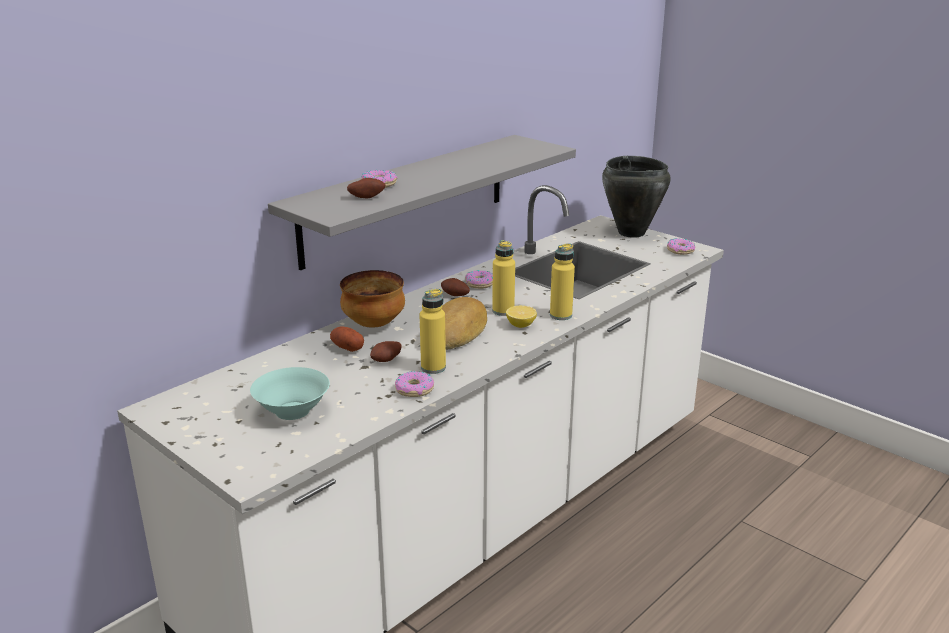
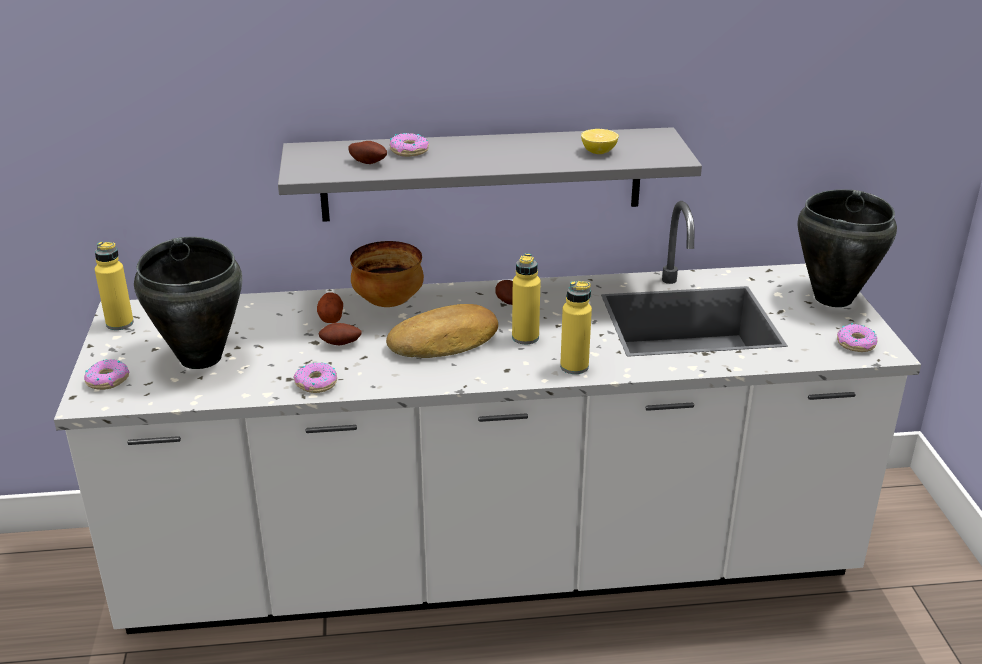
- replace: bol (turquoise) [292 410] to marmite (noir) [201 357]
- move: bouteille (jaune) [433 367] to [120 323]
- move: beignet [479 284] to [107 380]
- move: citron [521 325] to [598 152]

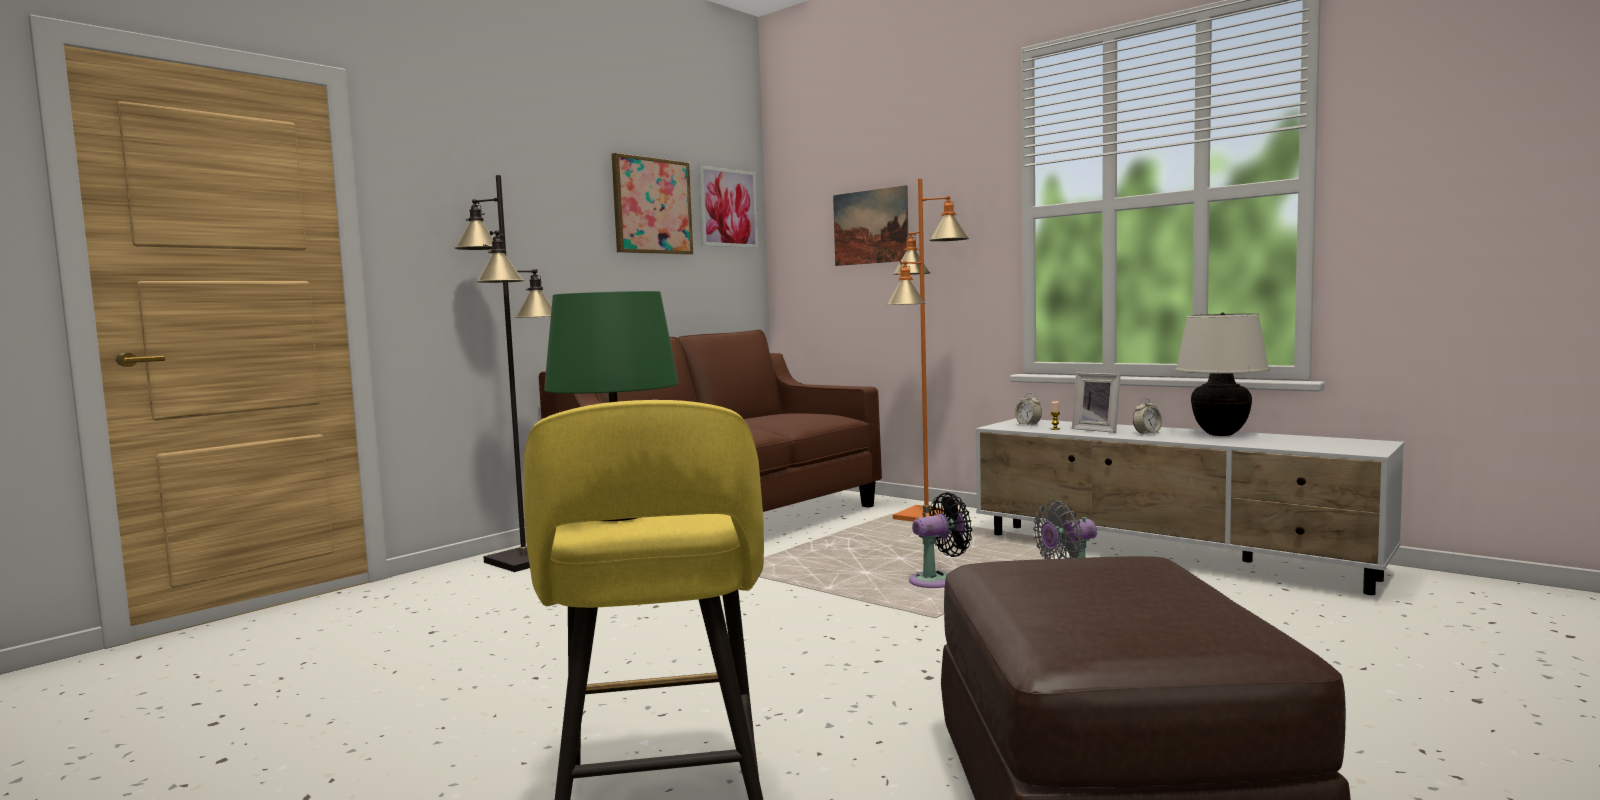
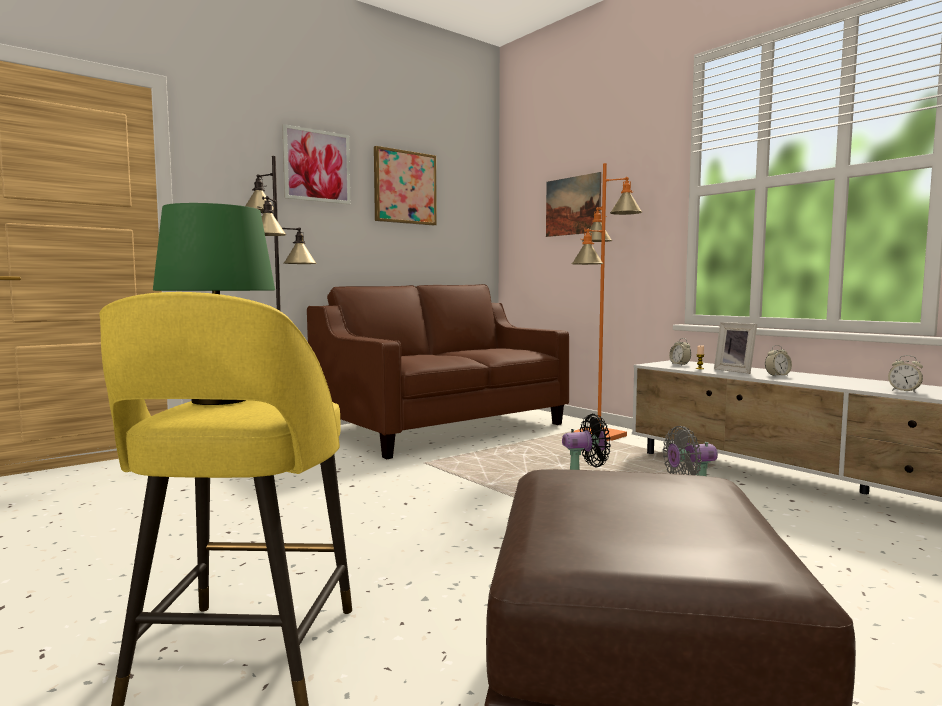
- move: tableau [727 208] to [316 166]
- delete: lampe de table (beige) [1220 434]
- insert: réveil [904 391]

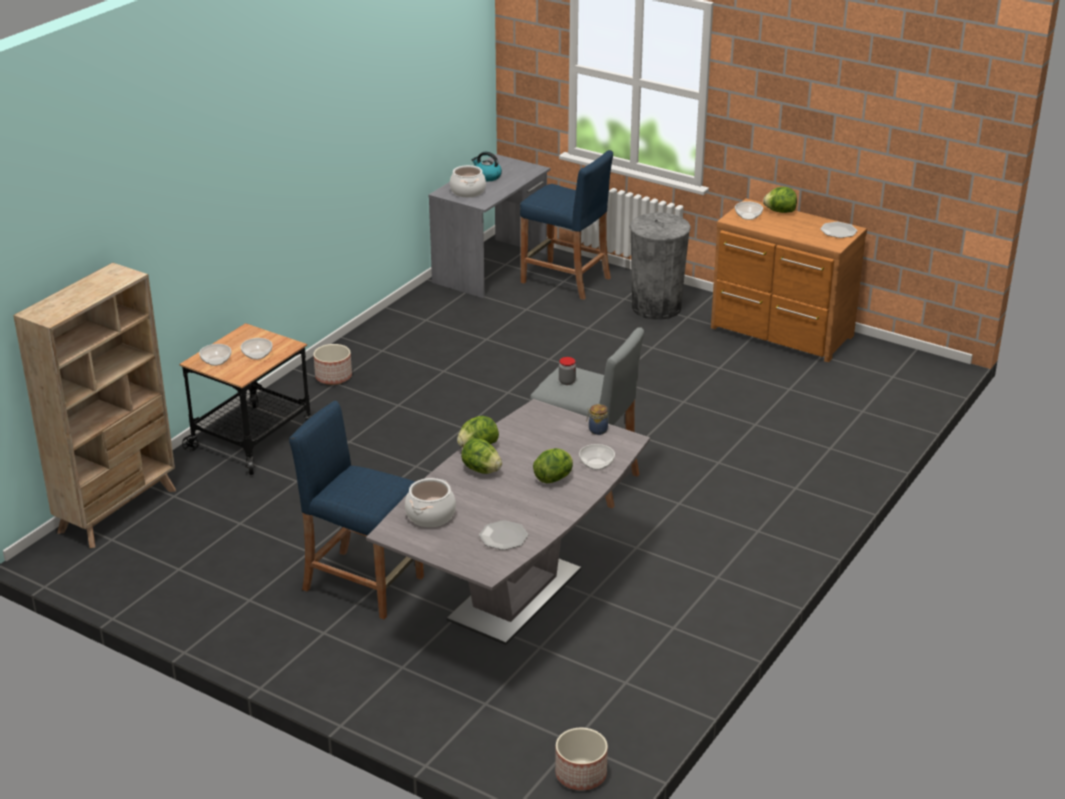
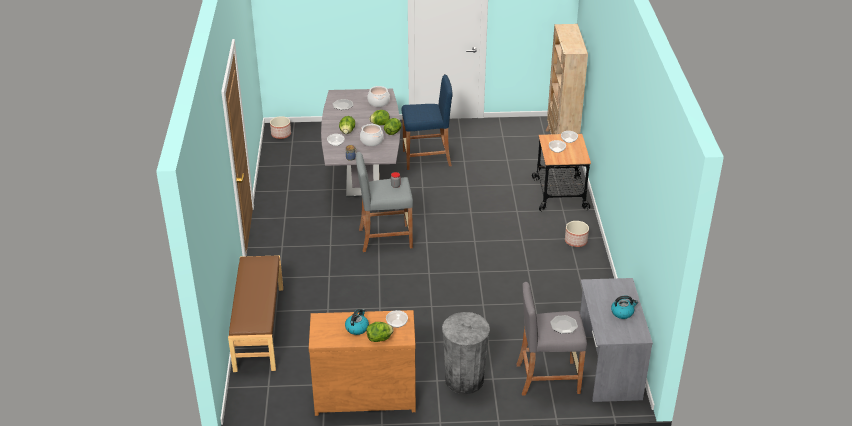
- move: marmite [468 191] to [371 141]
- recolor: tabouret (bleu) [565 280] to tabouret (gris) [547 378]
- move: assiette [838 231] to [564 325]
- insert: banc (marron) [258 328]
- insert: bouilloire [357 328]

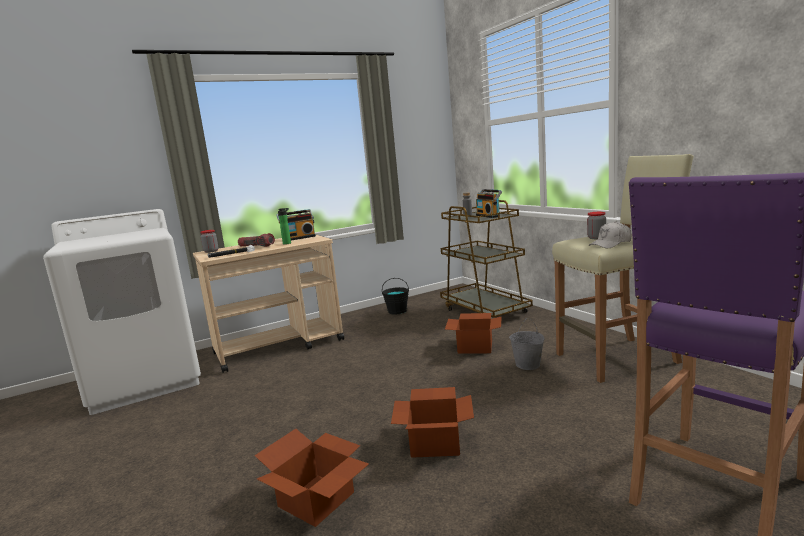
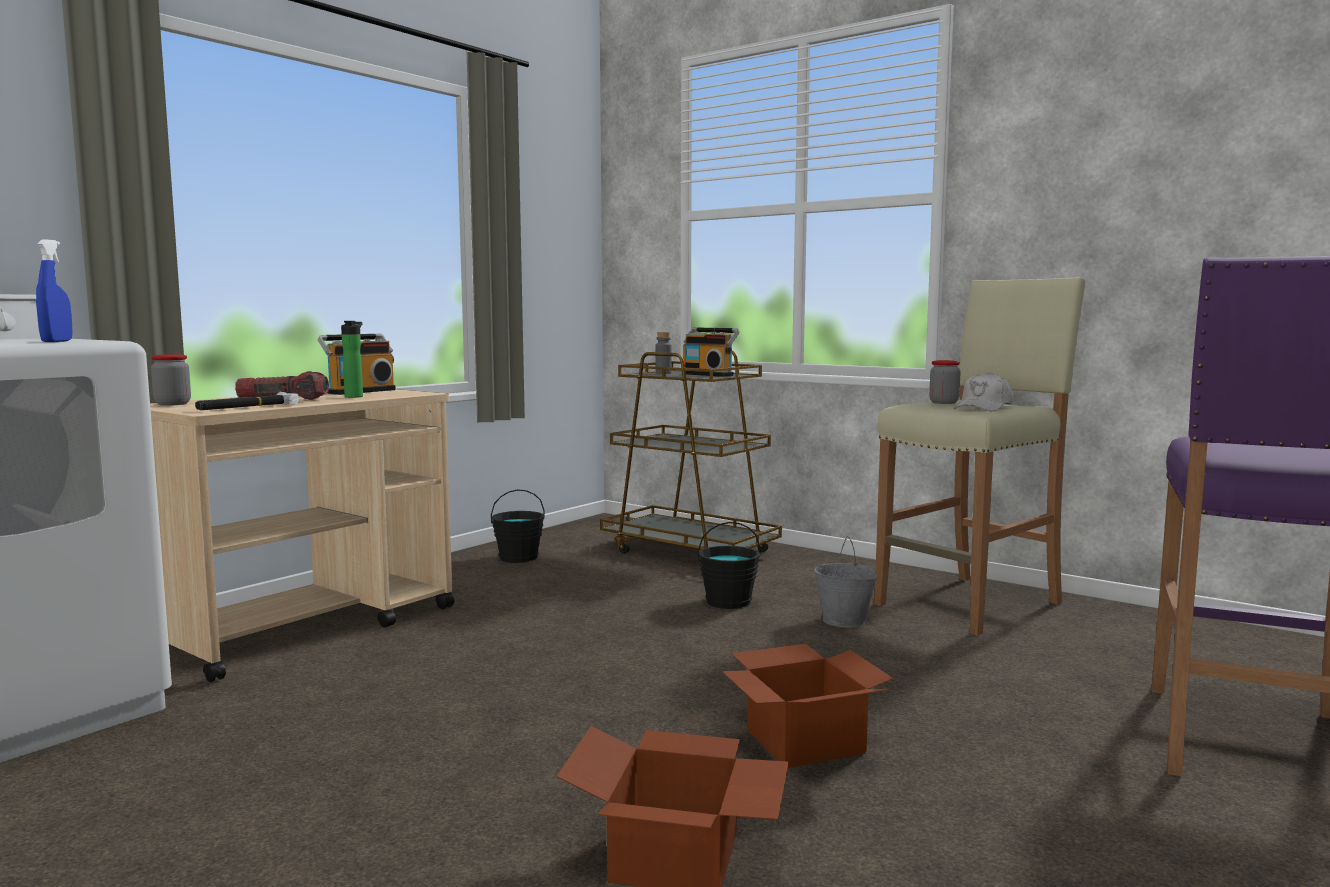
- replace: carton [476 346] to seau (noir) [728 602]
- insert: vaporisateur (bleu) [57 341]

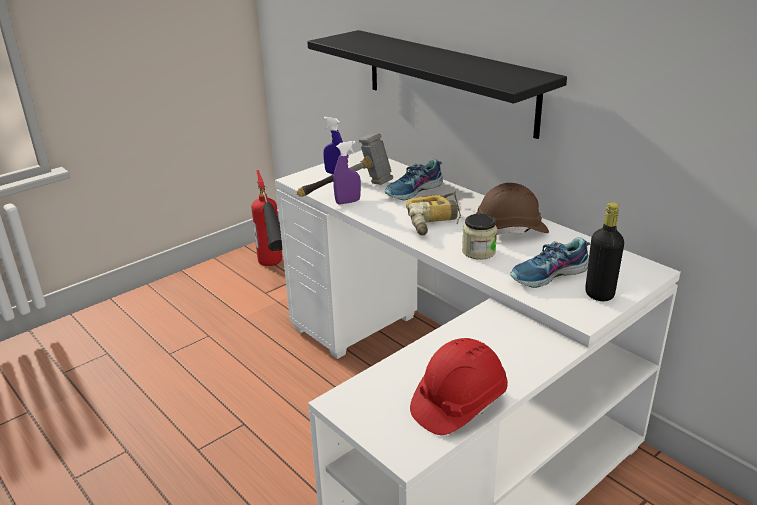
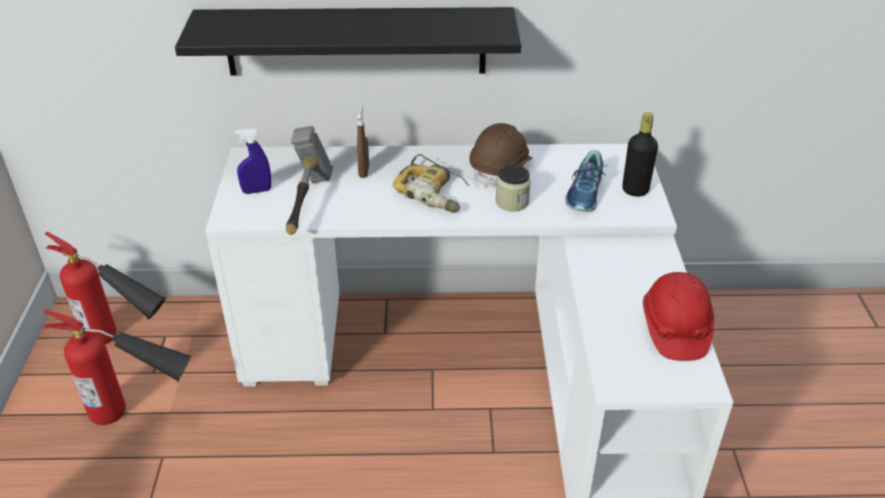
- delete: vaporisateur (violet) [348 202]
- replace: chaussure [414 191] to vaporisateur (marron) [364 171]
- insert: extincteur [140 414]

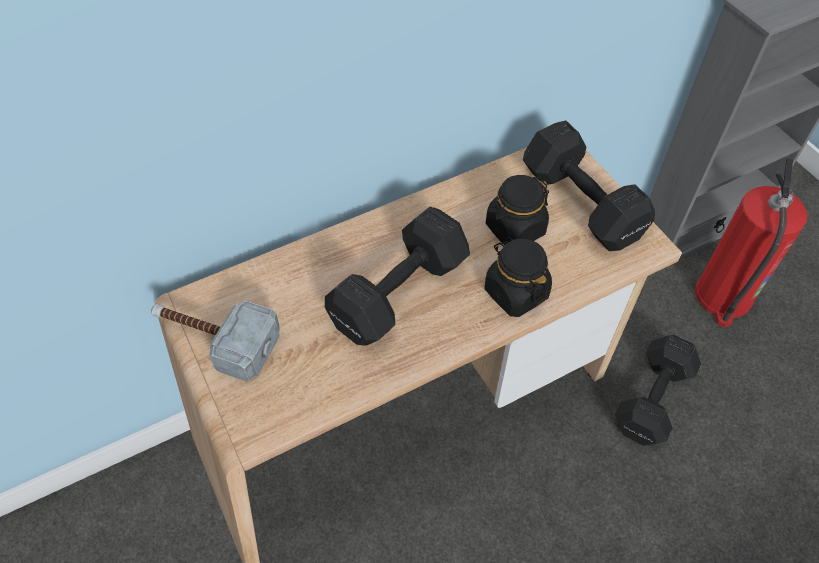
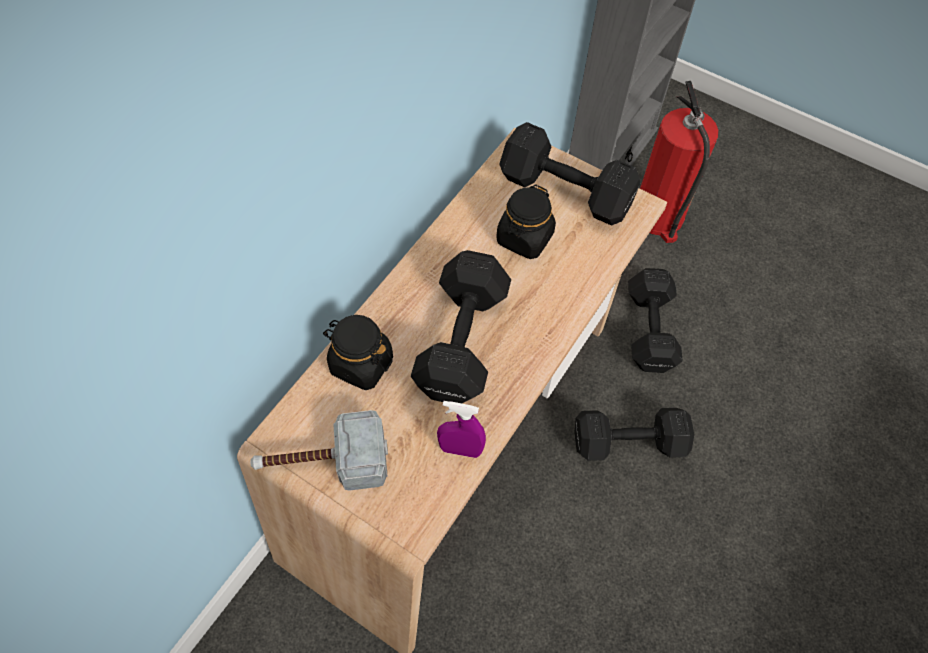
- move: bocal (noir) [515 292] to [361 364]
- insert: vaporisateur (violet) [460 449]
- insert: haltère (noir) [631 443]

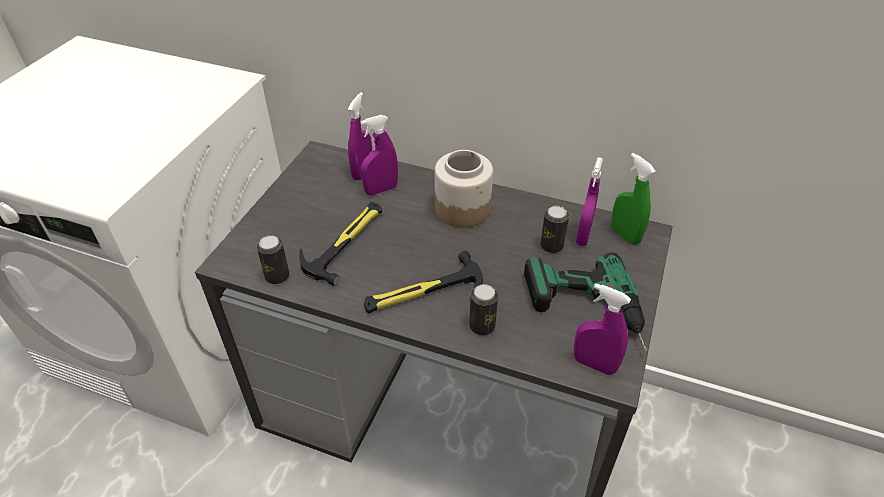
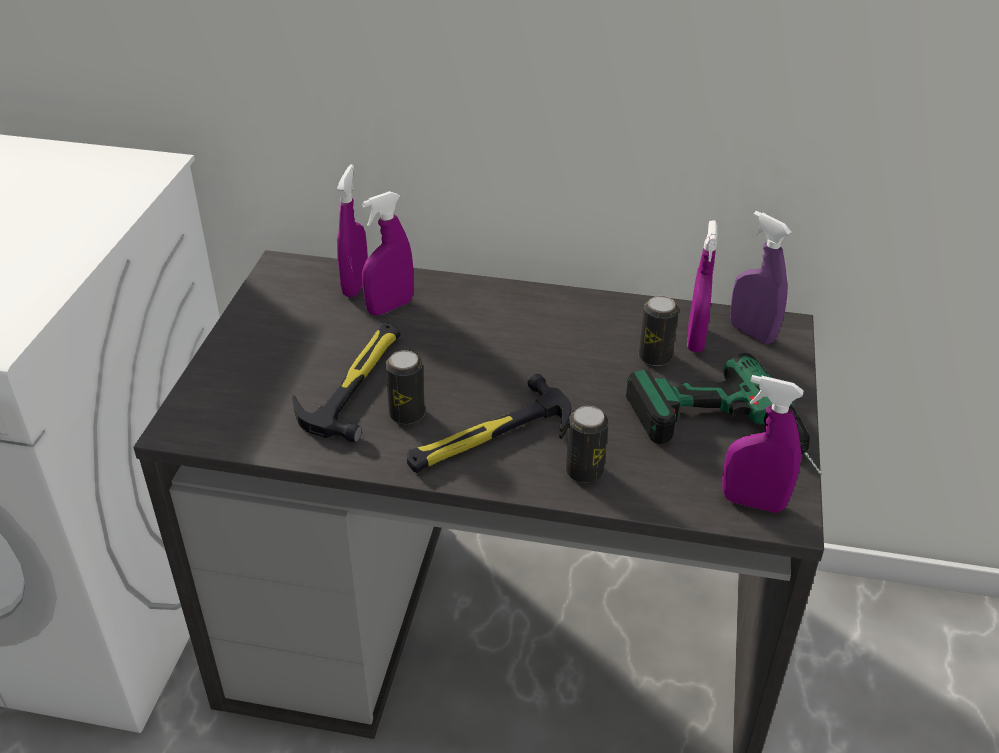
- move: boîte métallique [277 276] to [407 414]
- delete: bocal [463 209]
- recolor: vaporisateur (vert) [624 235] to vaporisateur (violet) [752 333]

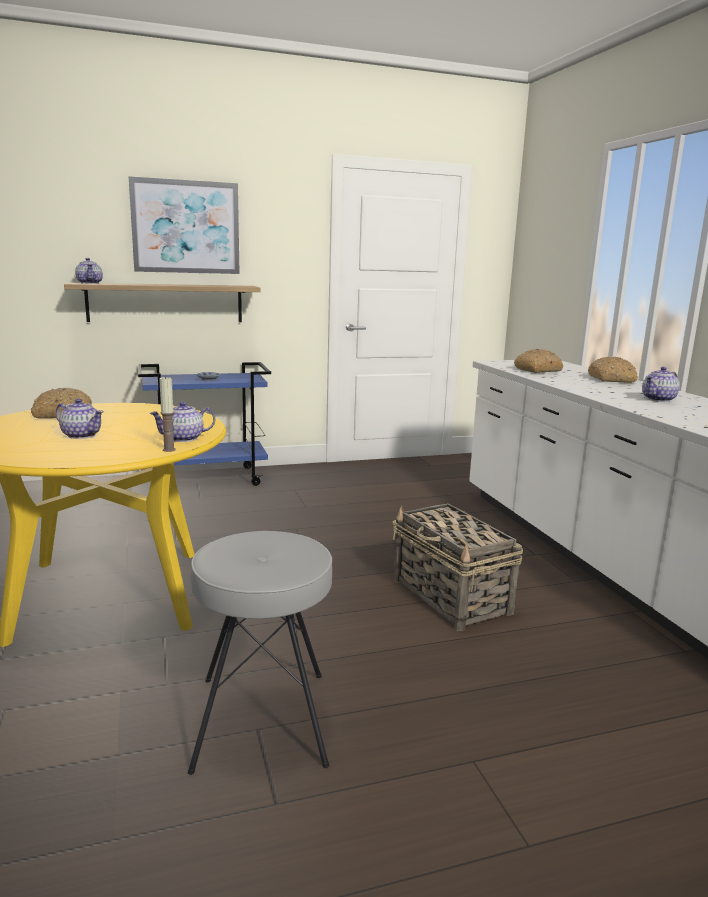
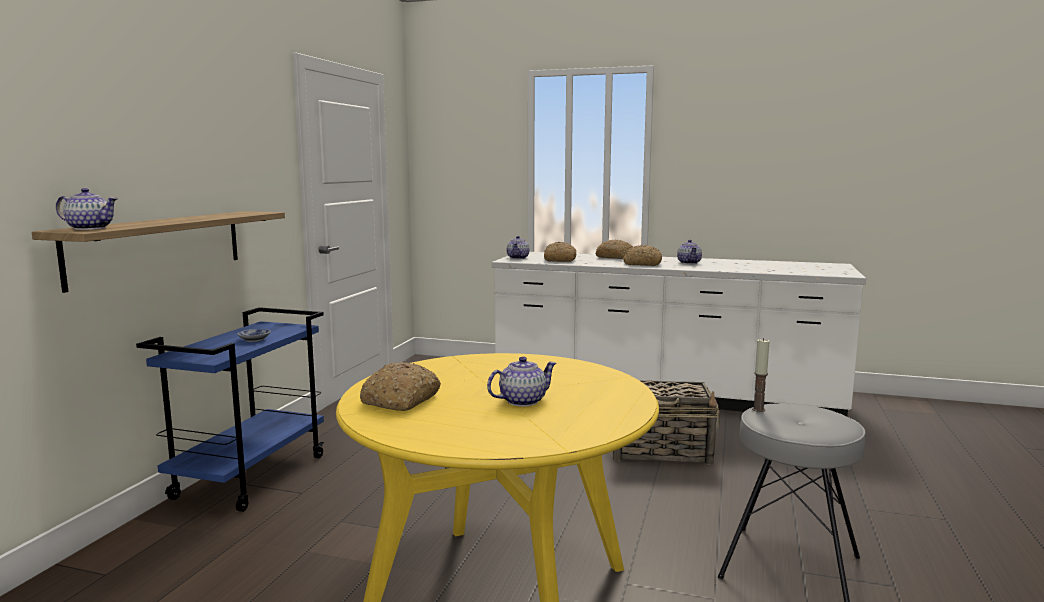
- delete: tableau [186 227]
- move: théière [184 438] to [518 258]
- move: bougie [169 450] to [758 409]
- insert: pain [642 264]

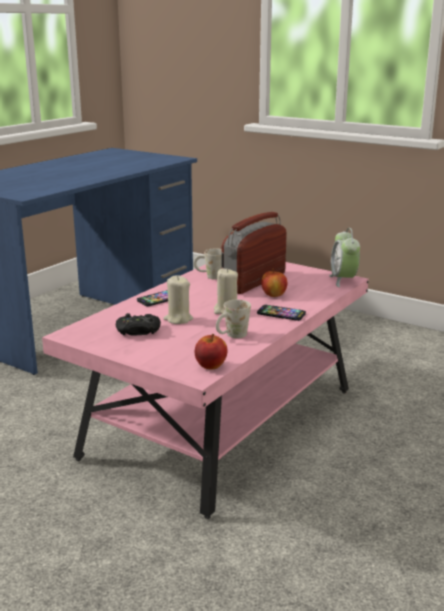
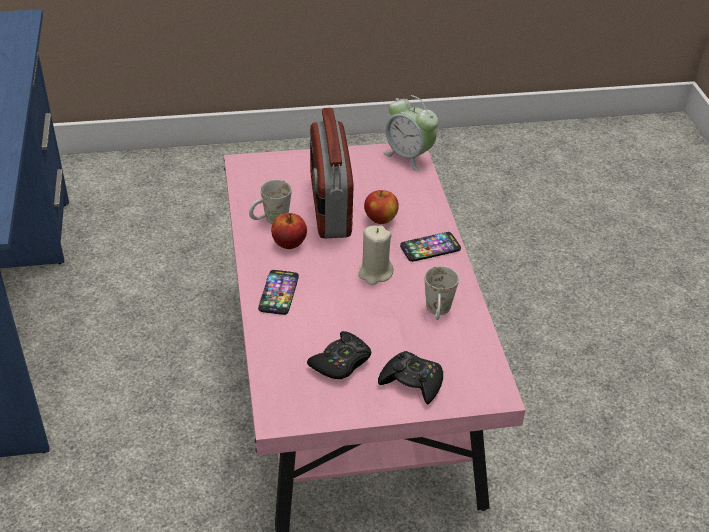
- delete: bougie (beige) [178 319]
- move: pomme [211 366] to [289 243]
- insert: manette (noir) [412 382]

